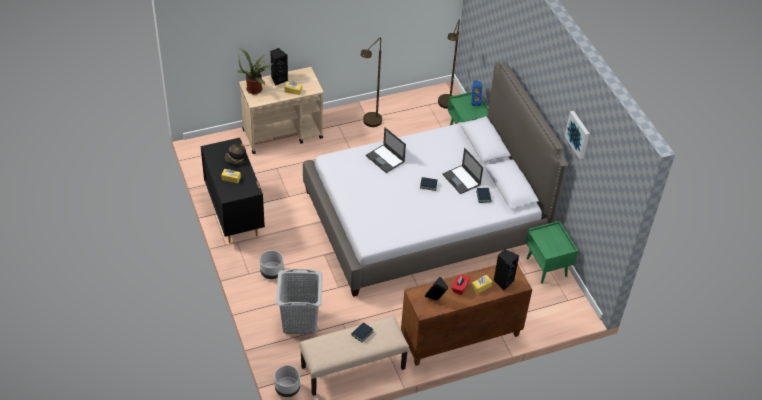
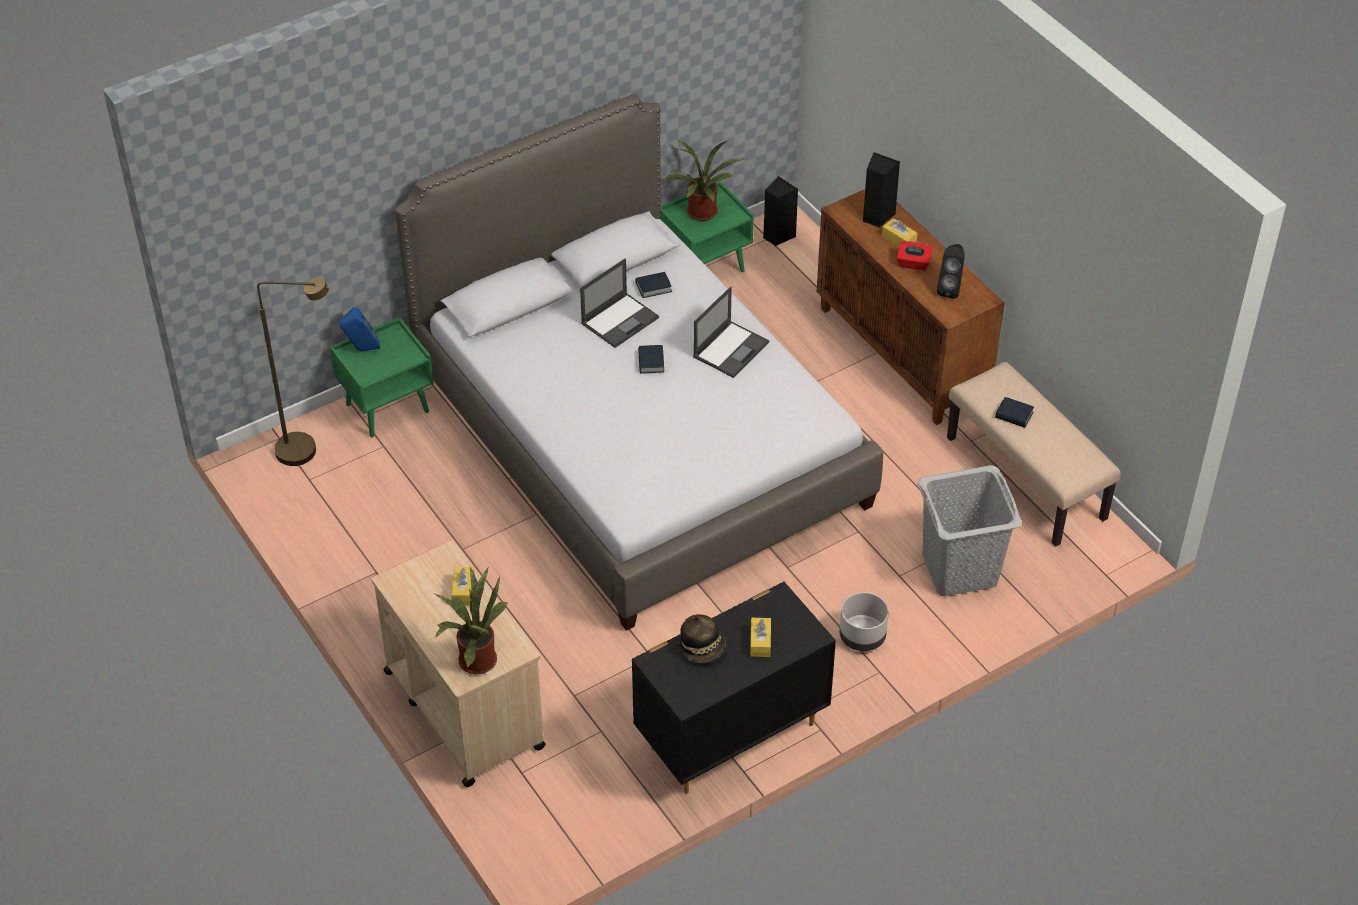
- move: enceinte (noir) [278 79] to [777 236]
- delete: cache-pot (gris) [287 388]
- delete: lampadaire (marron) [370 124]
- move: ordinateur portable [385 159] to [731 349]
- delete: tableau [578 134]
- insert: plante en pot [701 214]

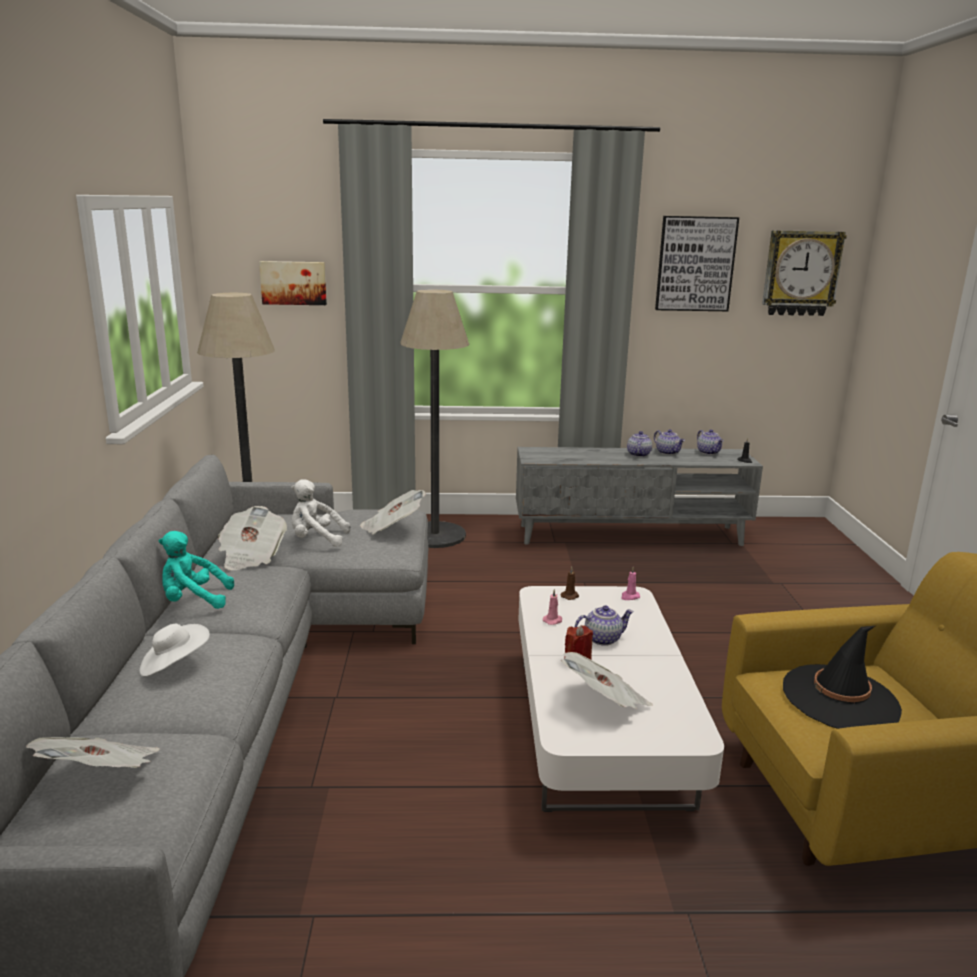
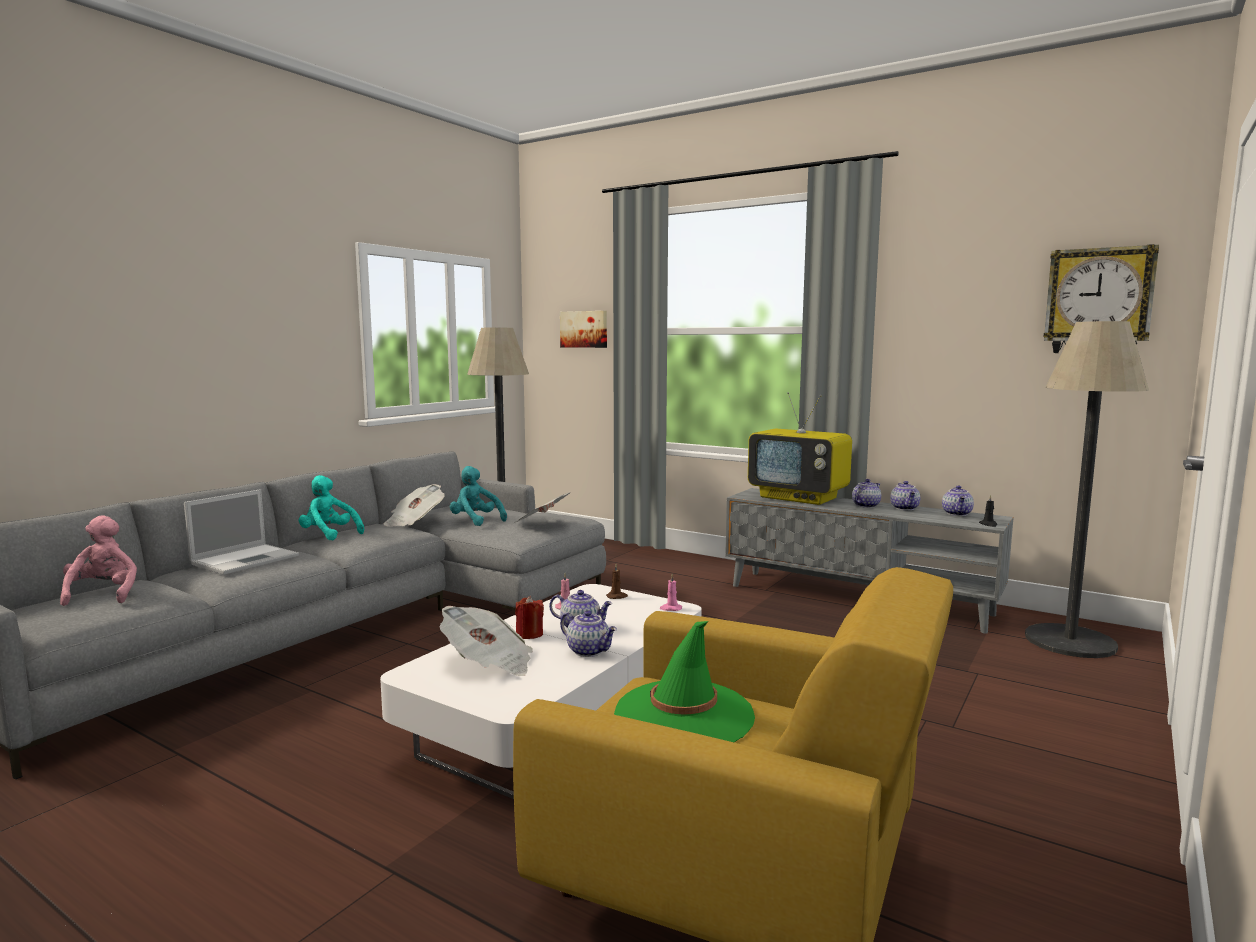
- replace: journal [102 776] to peluche (rose) [103 594]
- replace: chapeau (blanc) [174 665] to ordinateur portable [246 559]
- recolor: peluche (blanc) [316 539] to peluche (turquoise) [475 521]
- move: lampadaire [435 535] to [1070 641]
- delete: tableau [695 264]
- recolor: chapeau (noir) [840 698] to chapeau (vert) [684 715]
- insert: théière [589 651]
- insert: téléviseur [799 497]

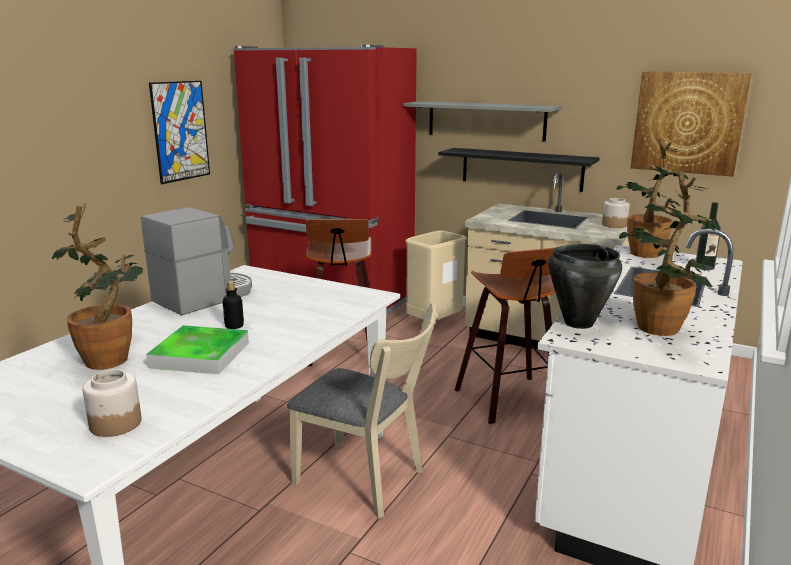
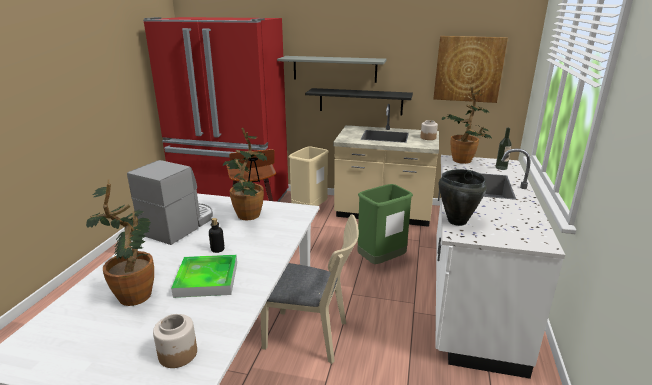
- delete: tableau [180 131]
- replace: tabouret [510 401] to poubelle (vert) [381 262]
- move: plante en pot [658 332] to [247 218]

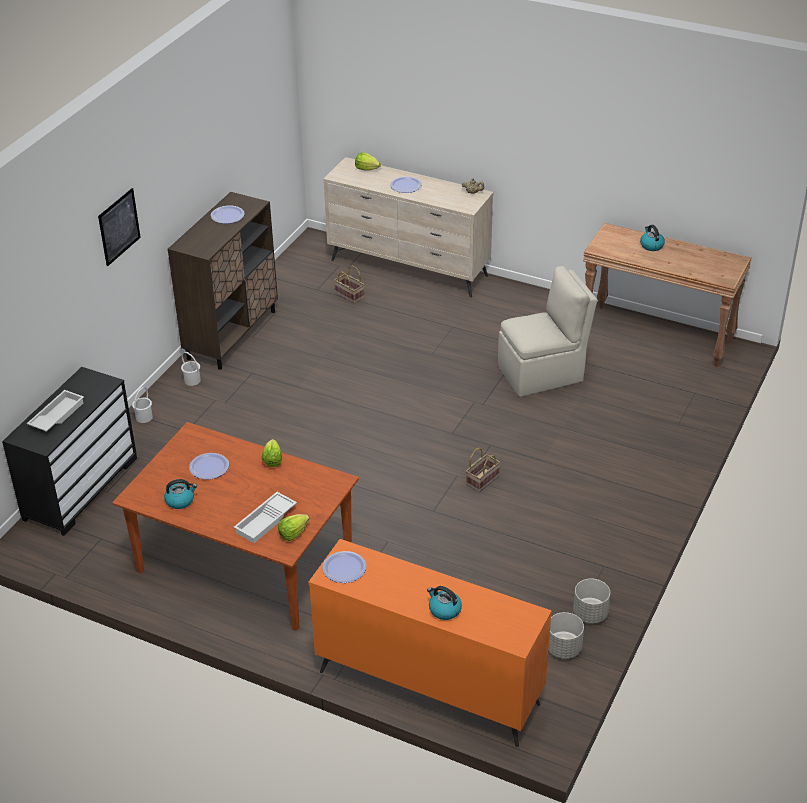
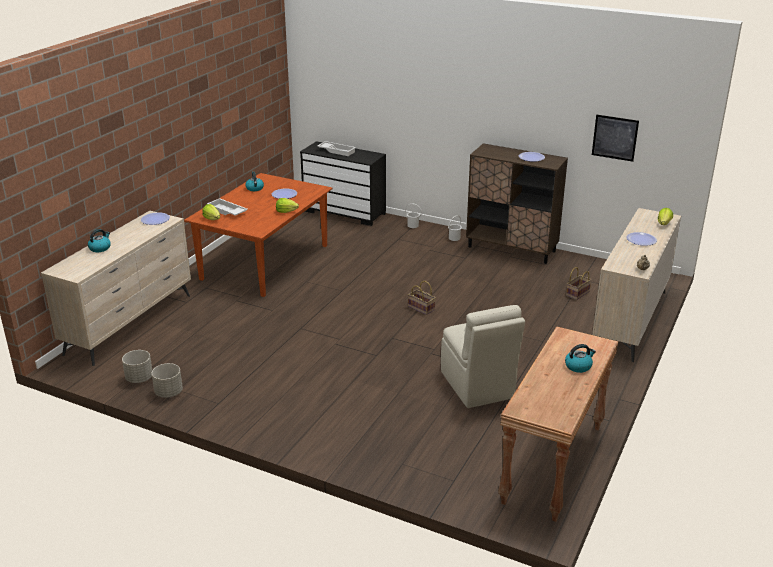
- move: tableau [119 226] to [615 137]
- recolor: commode (orange) [428 687] to commode (beige) [130 324]
- move: panier [482 480] to [422 308]

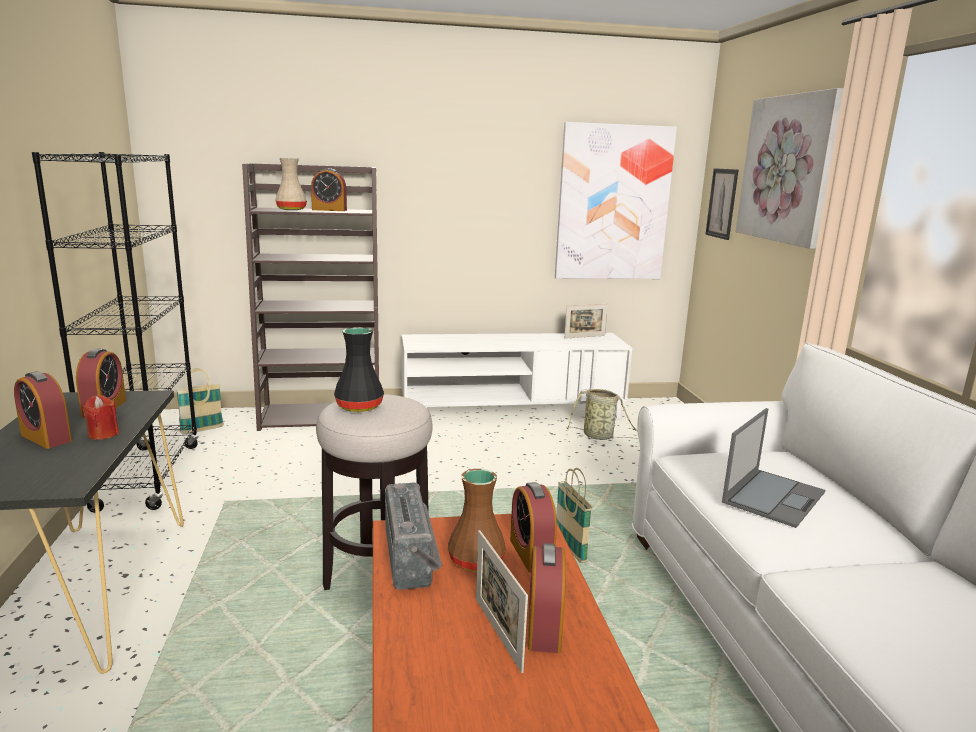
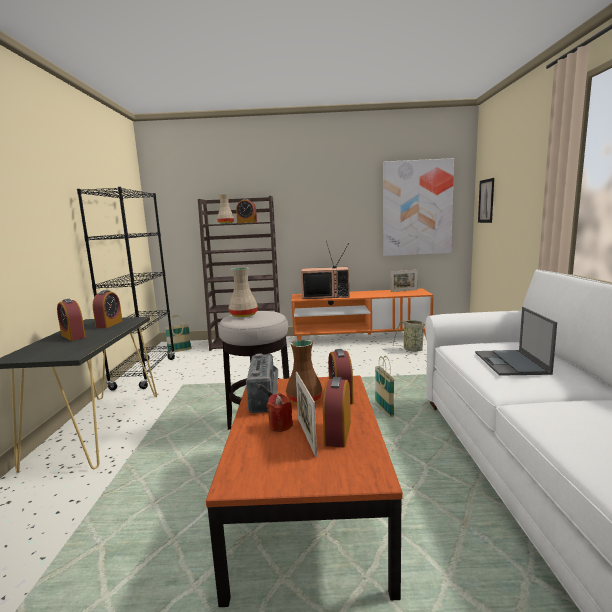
- move: bougie (rouge) [103 434] to [280 426]
- recolor: vase (noir) [358 406] to vase (beige) [243 315]
- recolor: meuble télé (blanc) [512 412] to meuble télé (orange) [360 338]
- rotate: ordinateur portable [773 497] = [511 363] 135 degrees clockwise
- delete: tableau [786 169]
- insert: téléviseur [326 296]

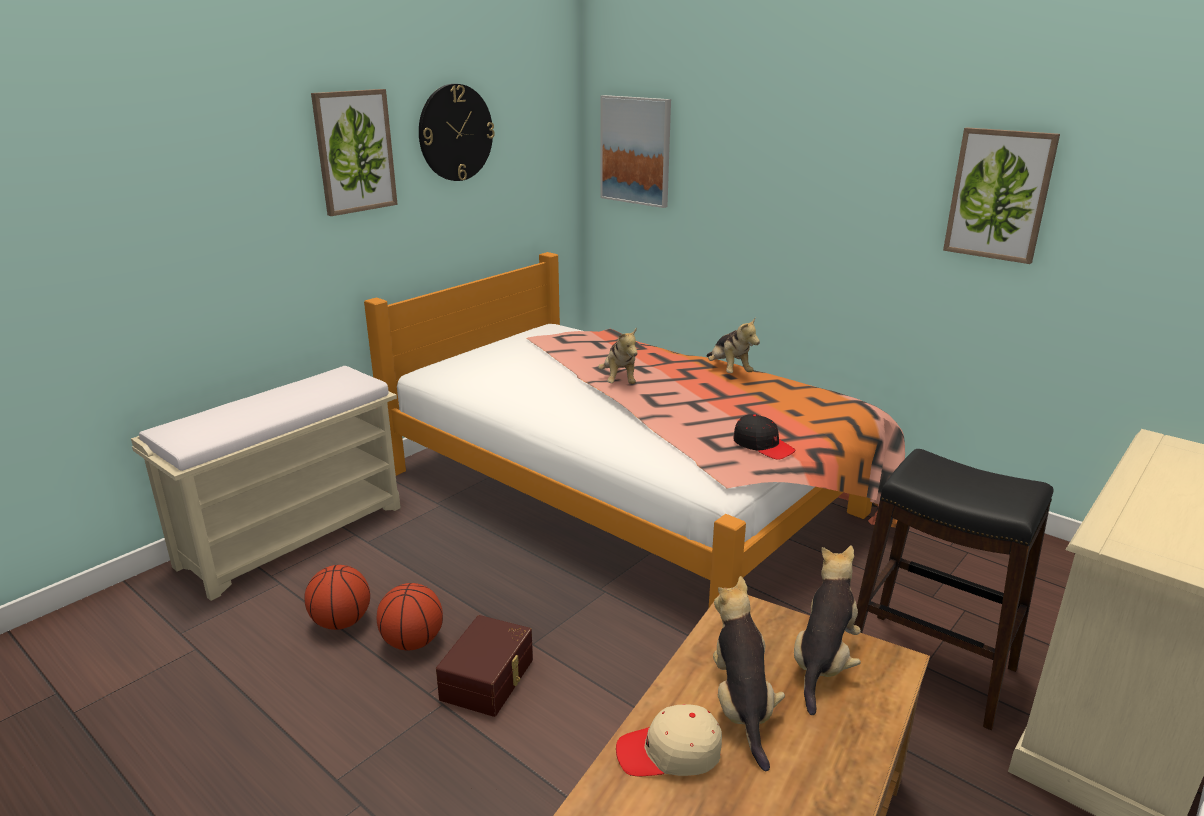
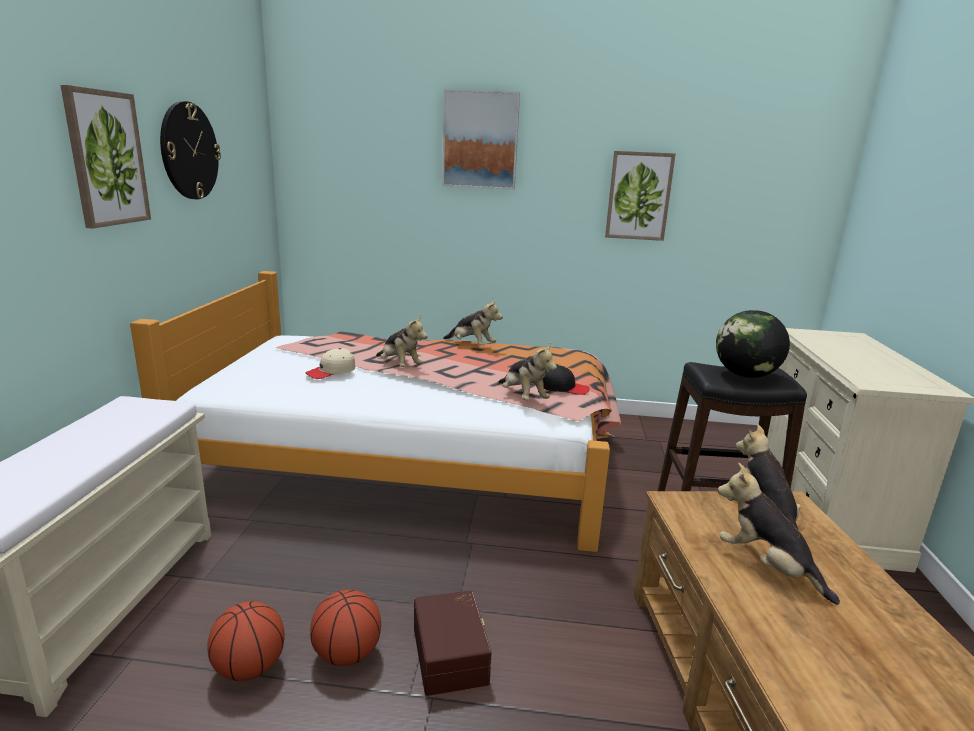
- move: tableau [636 150] to [480 140]
- move: casquette (beige) [669 753] to [331 371]
- insert: peluche [523 397]
- insert: globe [745 375]

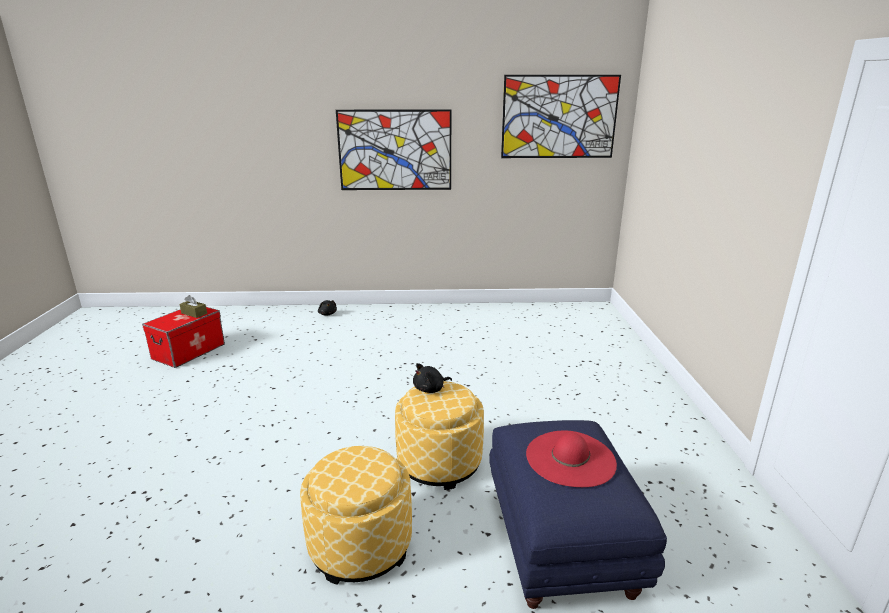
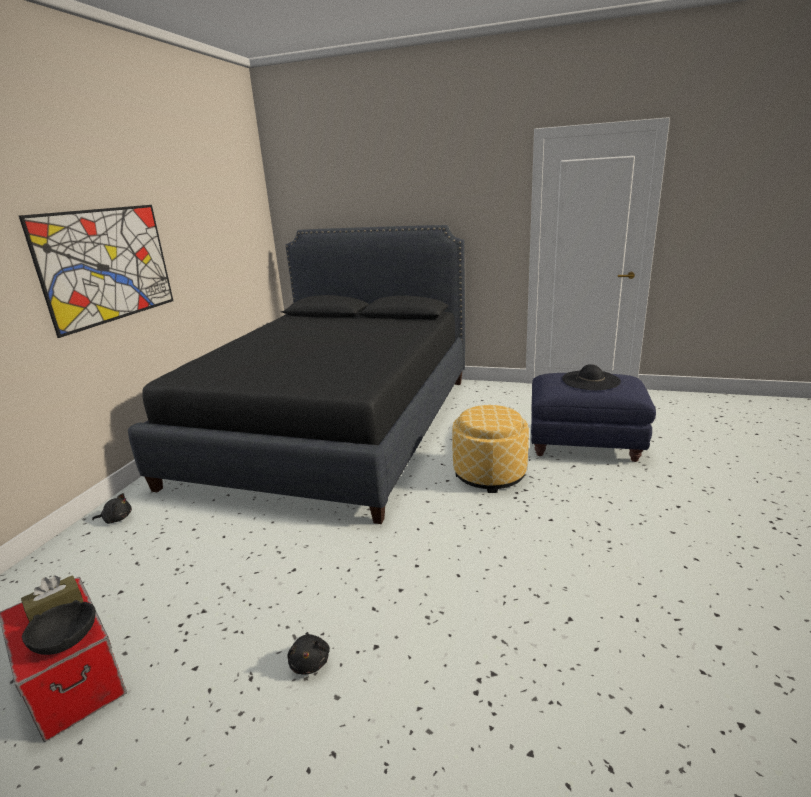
- delete: pouf [360 545]
- move: peluche (noir) [430 389] to [310 662]
- delete: tableau [559 117]
- recolor: chapeau (rouge) [570 458] to chapeau (noir) [591 380]
- insert: bol (noir) [65 640]
- insert: lit (noir) [335 427]

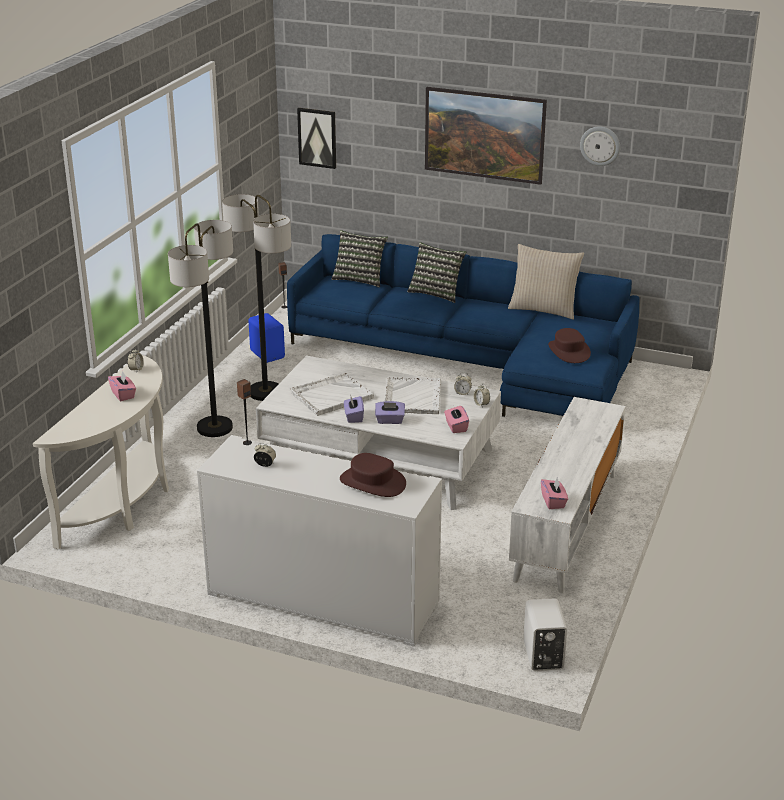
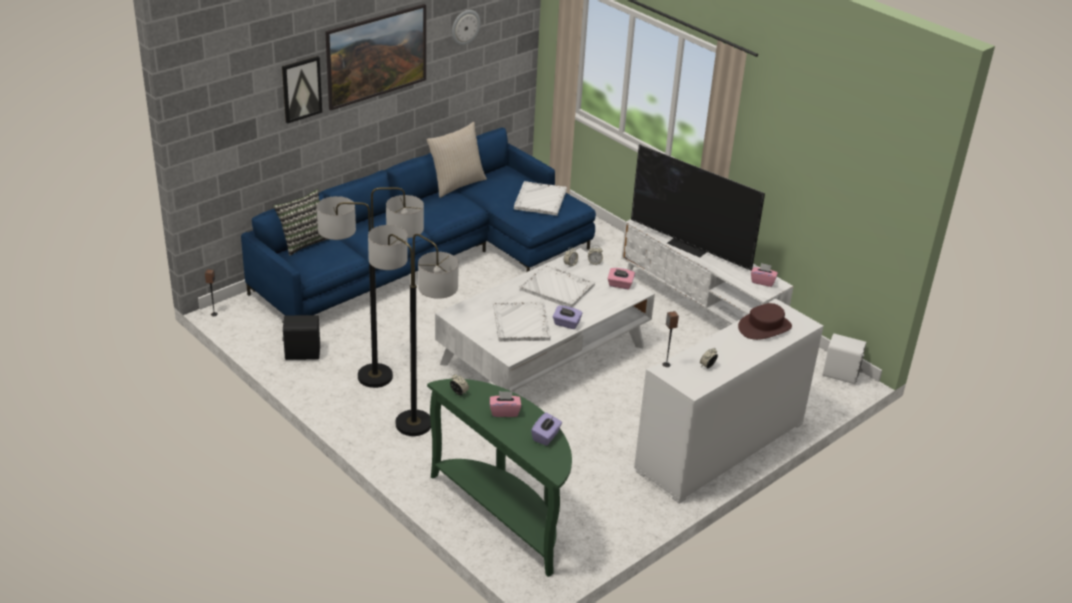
- recolor: table console (blanc) [124 505] to table console (vert) [506 514]
- recolor: enceinte (bleu) [268 354] to enceinte (noir) [302 353]
- move: tableau [317 137] to [301 89]
- move: boîte à mouchoirs (violet) [390 420] to [546 436]
- delete: coussin [436 292]
- replace: chapeau (marron) [568 351] to plateau (blanc) [540 200]
- insert: téléviseur [689 246]

